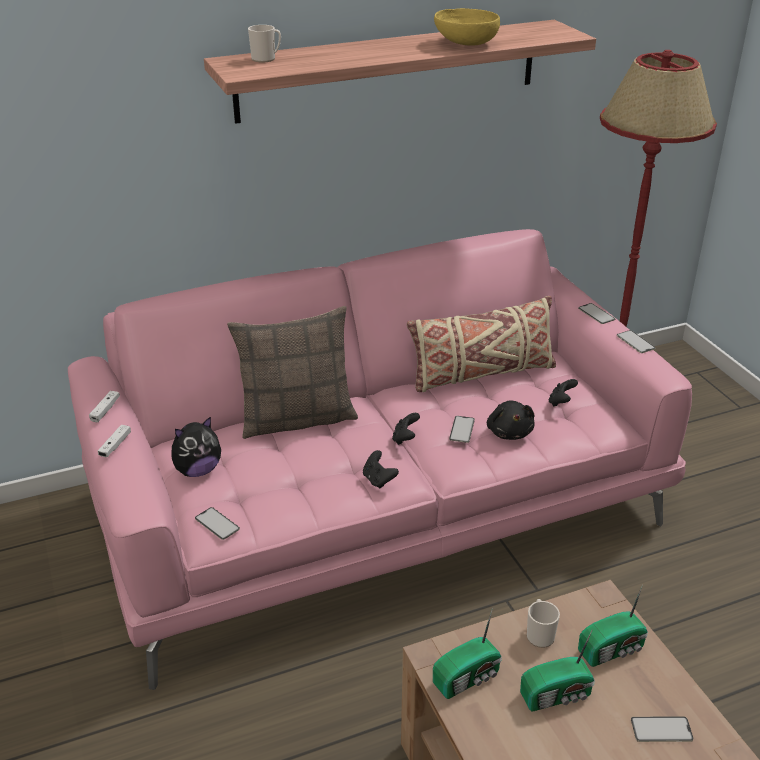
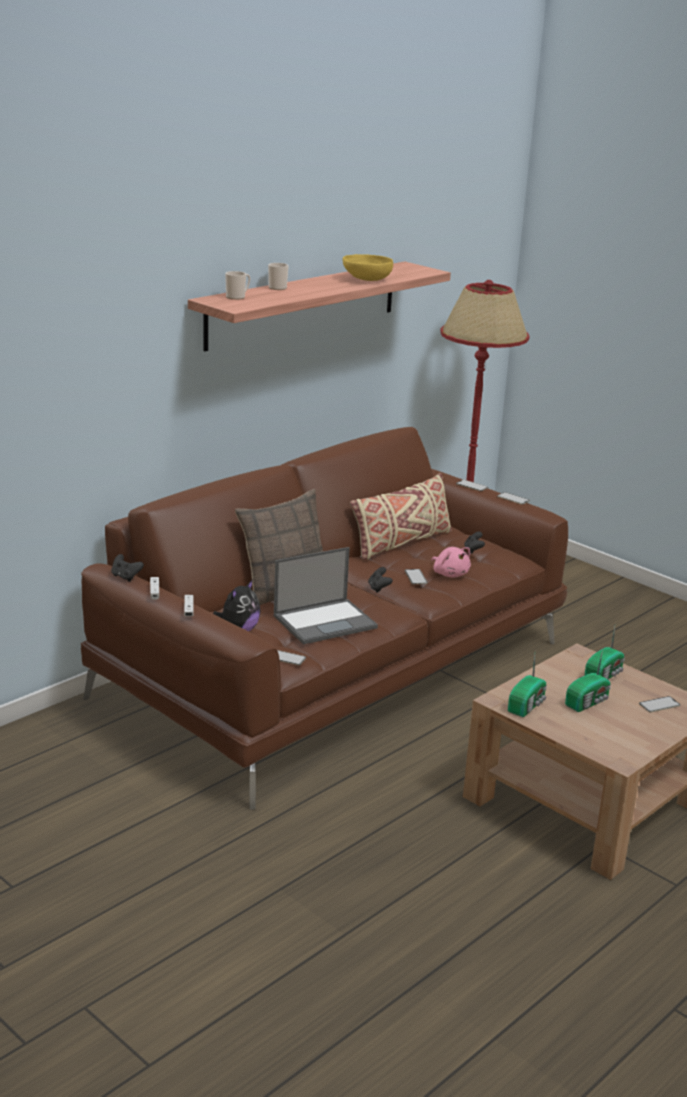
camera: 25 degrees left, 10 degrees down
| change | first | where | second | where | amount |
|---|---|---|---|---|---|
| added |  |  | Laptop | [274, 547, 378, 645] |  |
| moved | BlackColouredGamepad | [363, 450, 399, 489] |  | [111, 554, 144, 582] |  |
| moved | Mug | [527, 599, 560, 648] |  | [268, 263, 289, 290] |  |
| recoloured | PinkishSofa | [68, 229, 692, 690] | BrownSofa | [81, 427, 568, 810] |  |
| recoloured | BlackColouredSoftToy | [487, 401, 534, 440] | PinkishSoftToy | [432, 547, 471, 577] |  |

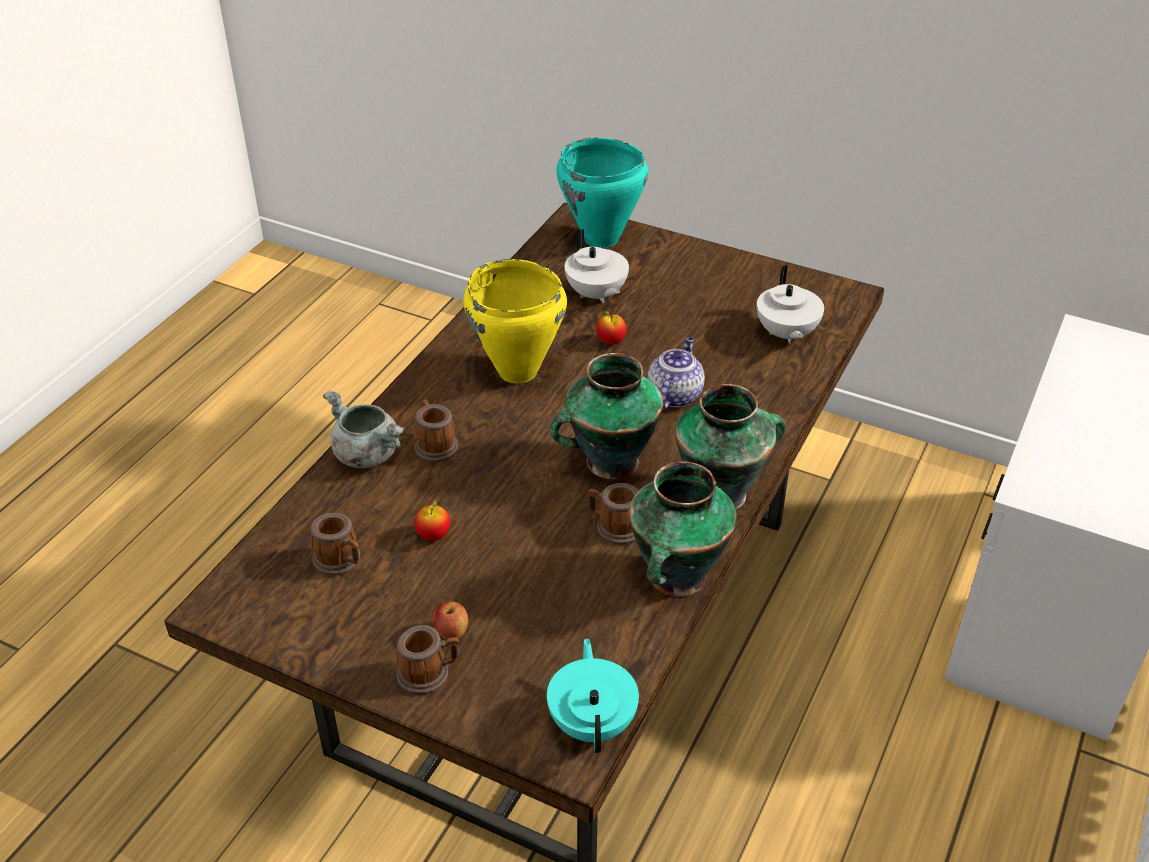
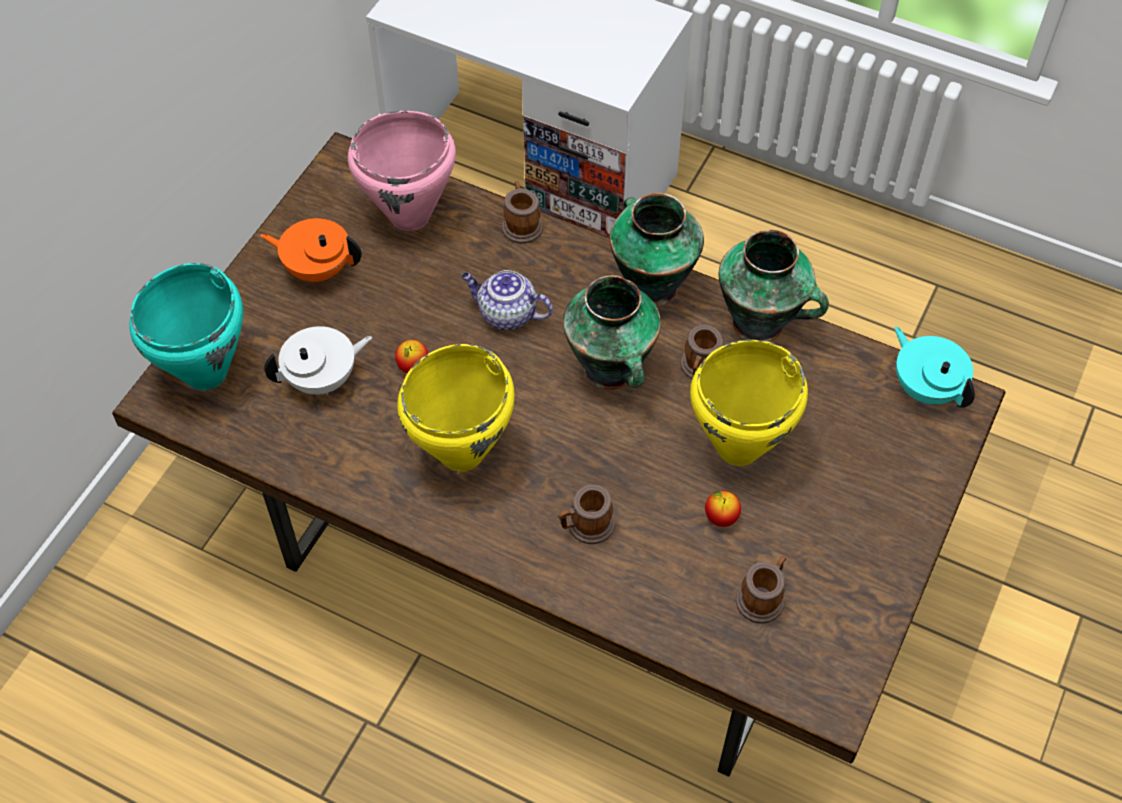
camera: 90 degrees left, 15 degrees up
| change | first | where | second | where | amount |
|---|---|---|---|---|---|
| removed | GreyishStockpot | [323, 390, 405, 468] |  |  |  |
| removed | WholeApple | [433, 602, 468, 639] |  |  |  |
| added |  |  | OrangeyPotForTea | [260, 218, 362, 282] |  |
| added |  |  | YellowStockpot | [690, 340, 808, 466] |  |
| moved | Mug | [396, 625, 459, 695] |  | [502, 181, 543, 244] |  |
| replaced | WhitePotForTea | [757, 265, 824, 344] | PinkishStockpot | [348, 111, 456, 231] |  |
| turned | TurquoiseColouredPotForTea | [547, 639, 639, 753] |  | [895, 327, 975, 408] | 60 degrees clockwise |

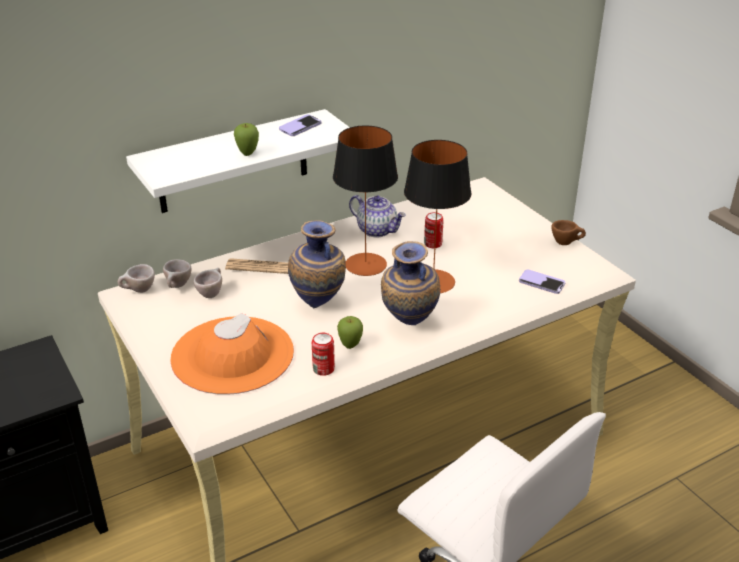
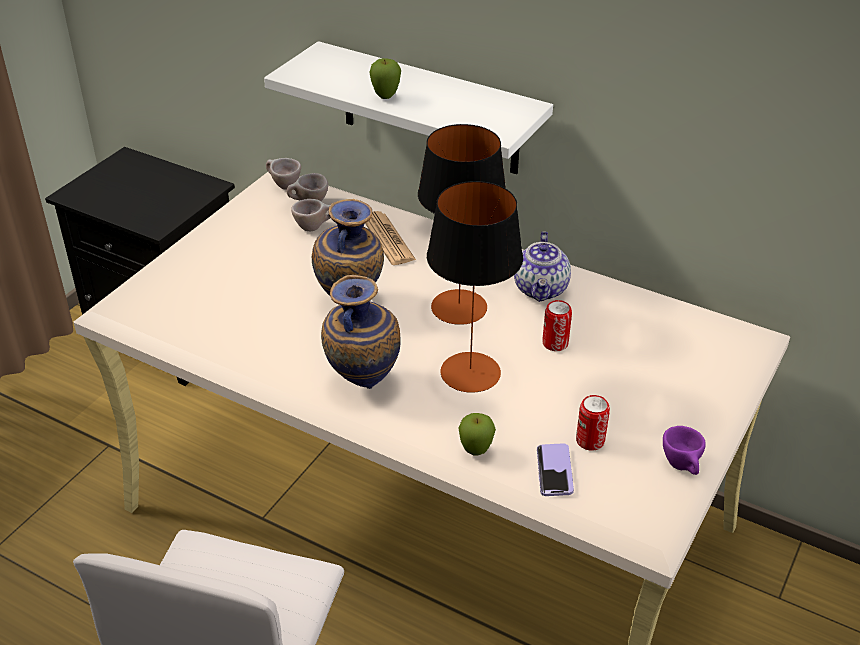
camera: 60 degrees right, 5 degrees up
| change | first | where | second | where | amount |
|---|---|---|---|---|---|
| removed | OrangeyWearableHat | [170, 313, 294, 395] |  |  |  |
| removed | Phone | [279, 114, 321, 136] |  |  |  |
| moved | SealedCan | [312, 333, 335, 376] |  | [576, 395, 610, 451] |  |
| moved | WholeApple | [337, 316, 363, 349] |  | [458, 413, 496, 456] |  |
| recoloured | BrownCup | [551, 220, 586, 245] | PurpleColouredCup | [663, 426, 706, 475] |  |

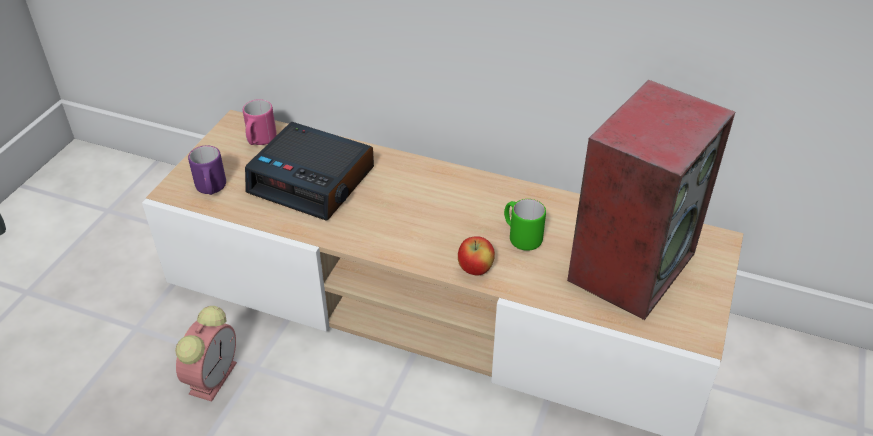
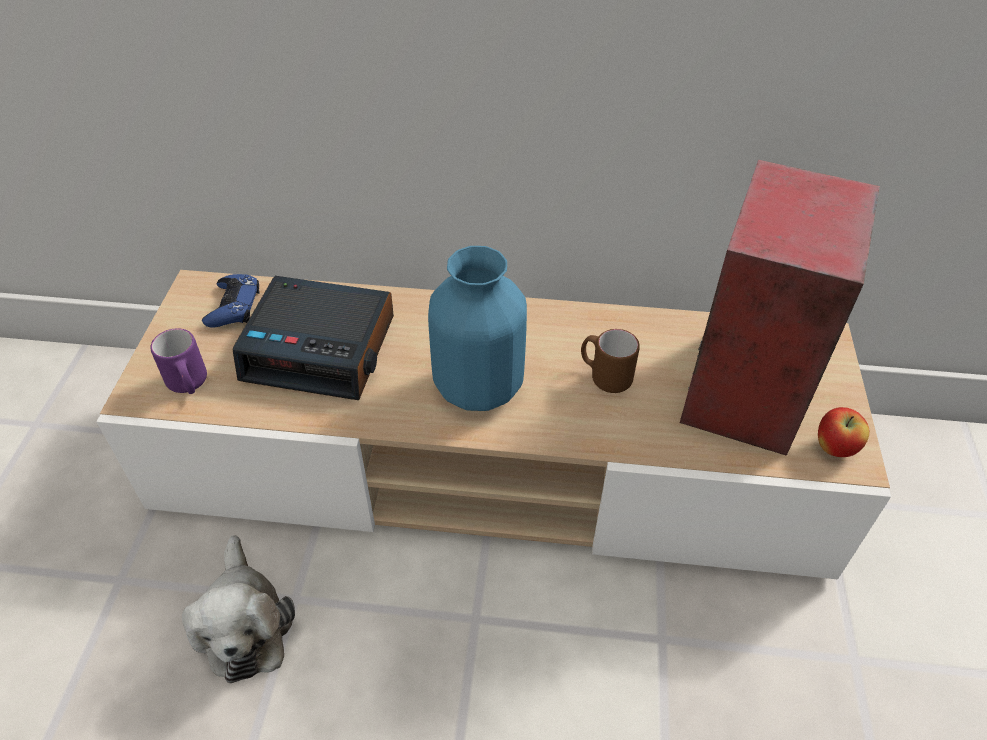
camera: 15 degrees left, 5 degrees up
| change | first | where | second | where | amount |
|---|---|---|---|---|---|
| added |  |  | BlueColouredDecorativeVase | [428, 246, 527, 411] |  |
| moved | WholeApple | [458, 236, 495, 275] |  | [818, 407, 870, 457] |  |
| replaced | BedsideClock | [175, 306, 237, 402] | SoftToy | [182, 535, 295, 683] |  |
| replaced | PinkishMug | [243, 99, 277, 145] | BlueColouredGamepad | [202, 274, 260, 327] |  |
| recoloured | GreenishMug | [504, 199, 546, 251] | BrownMug | [581, 329, 640, 393] |  |

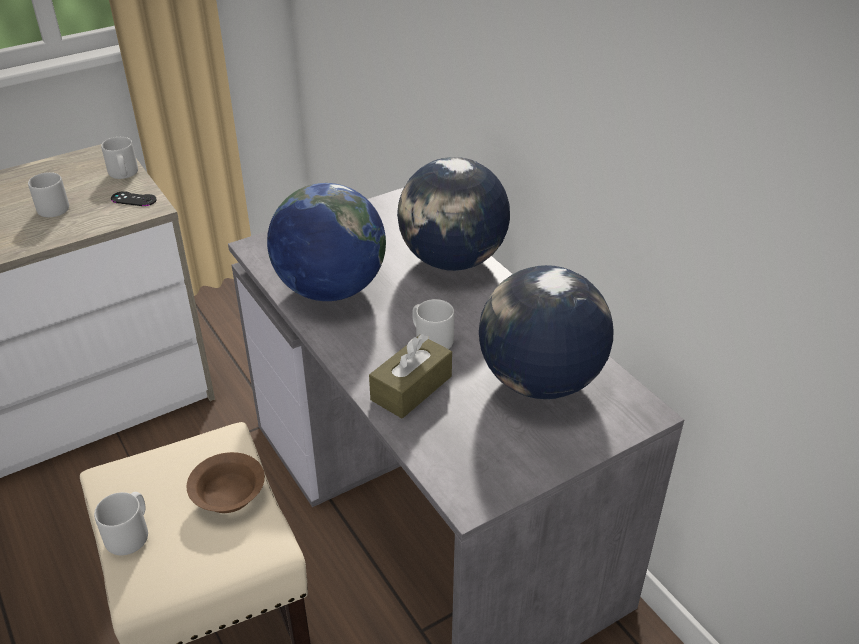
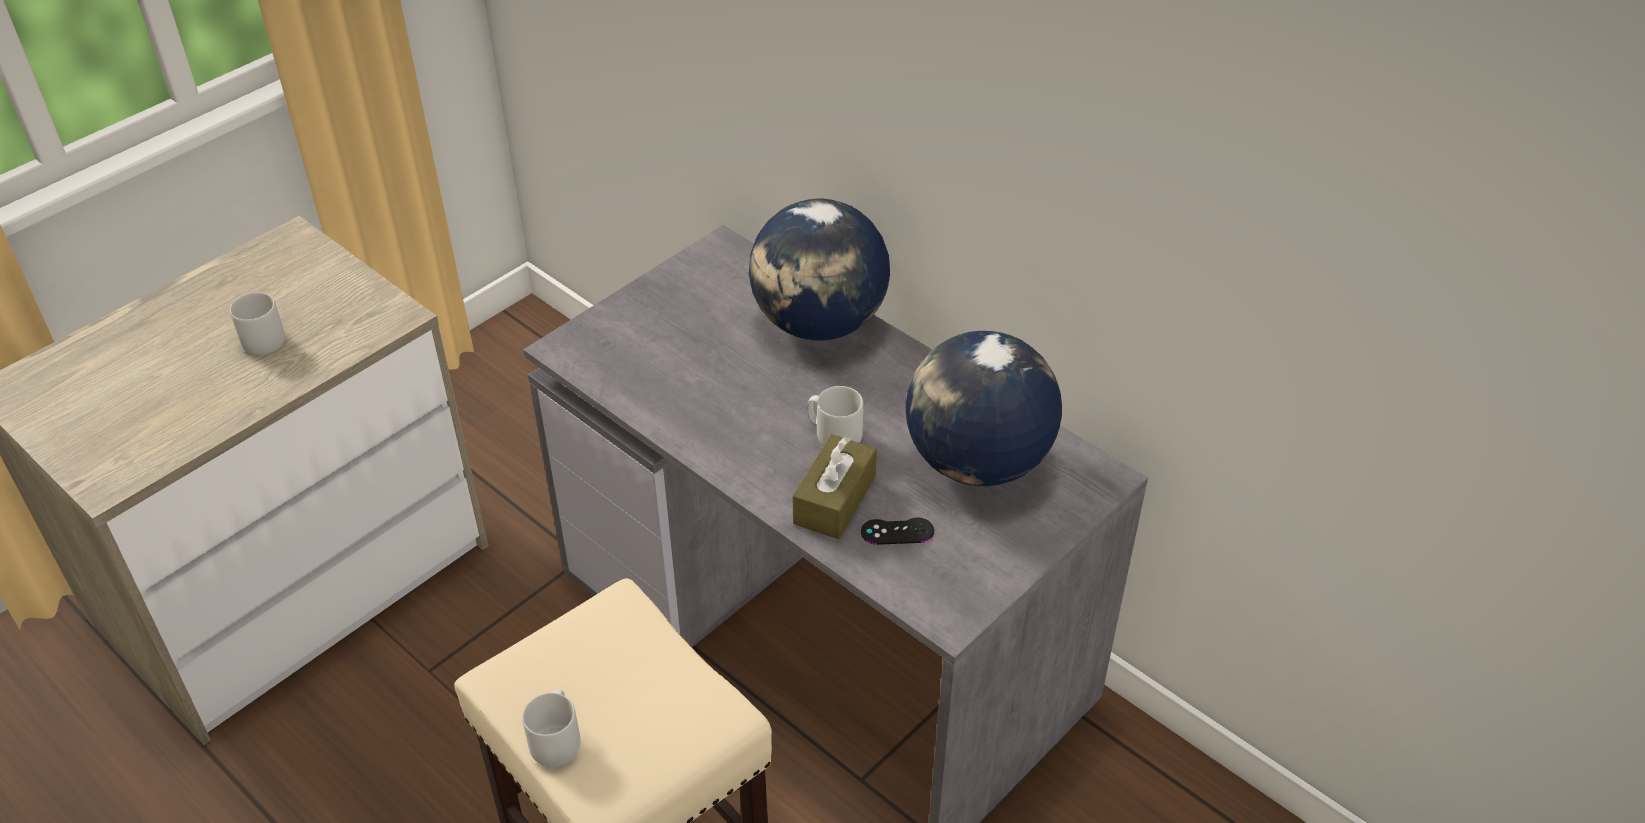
camera: 15 degrees left, 5 degrees up
| change | first | where | second | where | amount |
|---|---|---|---|---|---|
| removed | GreyishMug | [101, 137, 138, 179] |  |  |  |
| removed | BrownServingBowl | [187, 452, 265, 513] |  |  |  |
| removed | Globe | [267, 183, 386, 301] |  |  |  |
| moved | BlackColouredGamepad | [111, 191, 157, 206] |  | [861, 517, 934, 545] |  |

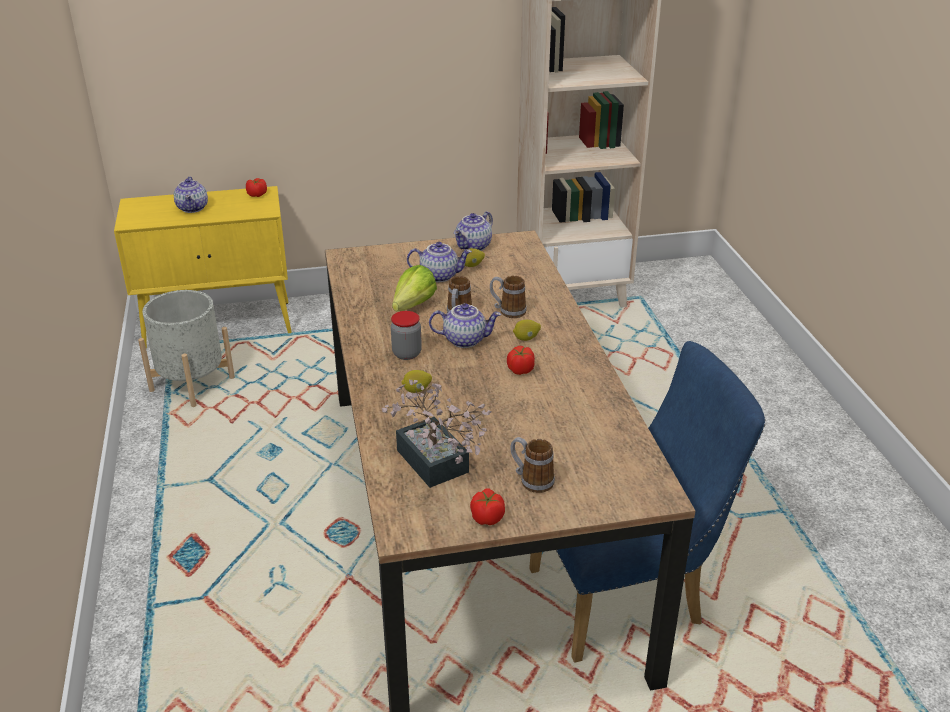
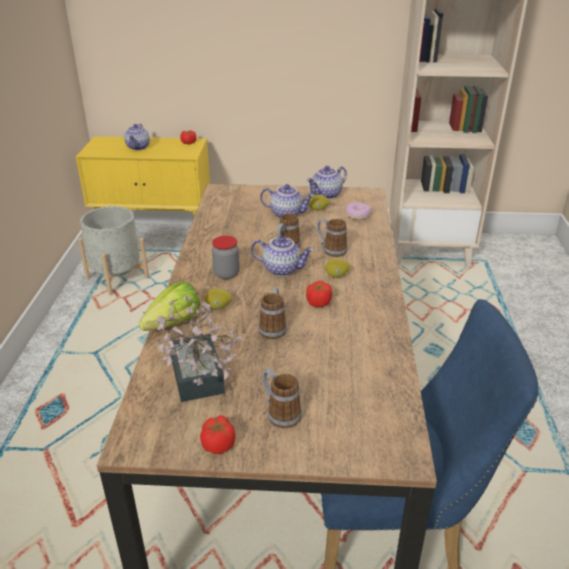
camera: 15 degrees right, 0 degrees up
| change | first | where | second | where | amount |
|---|---|---|---|---|---|
| added |  |  | Mug | [259, 287, 287, 339] |  |
| added |  |  | RingDoughnut | [346, 203, 372, 220] |  |
| moved | LettuceHead | [392, 265, 437, 311] |  | [139, 282, 200, 331] |  |

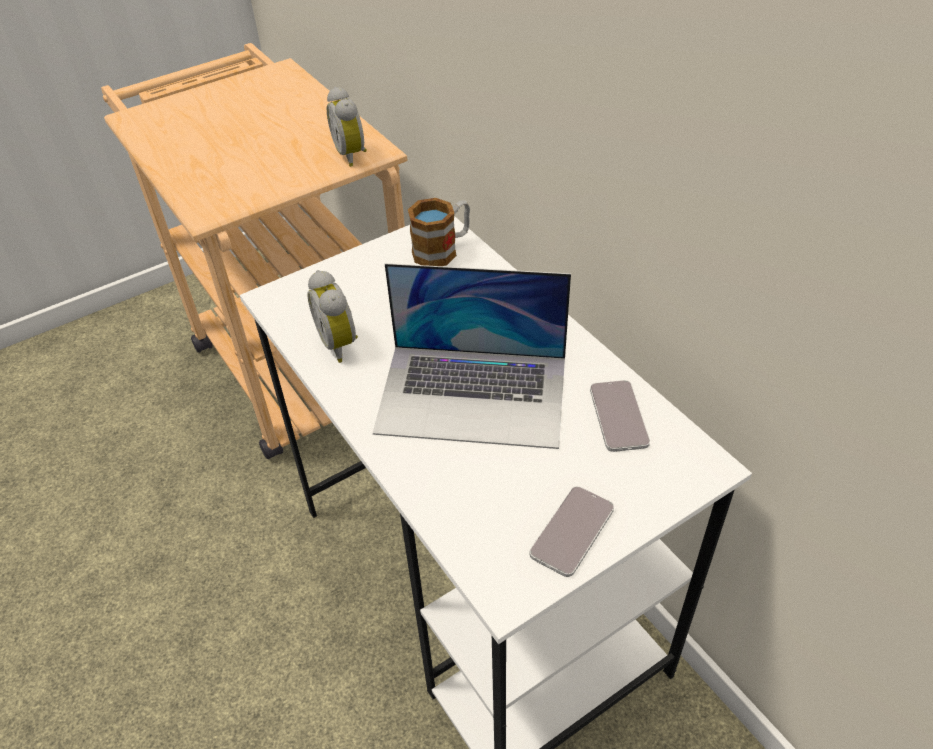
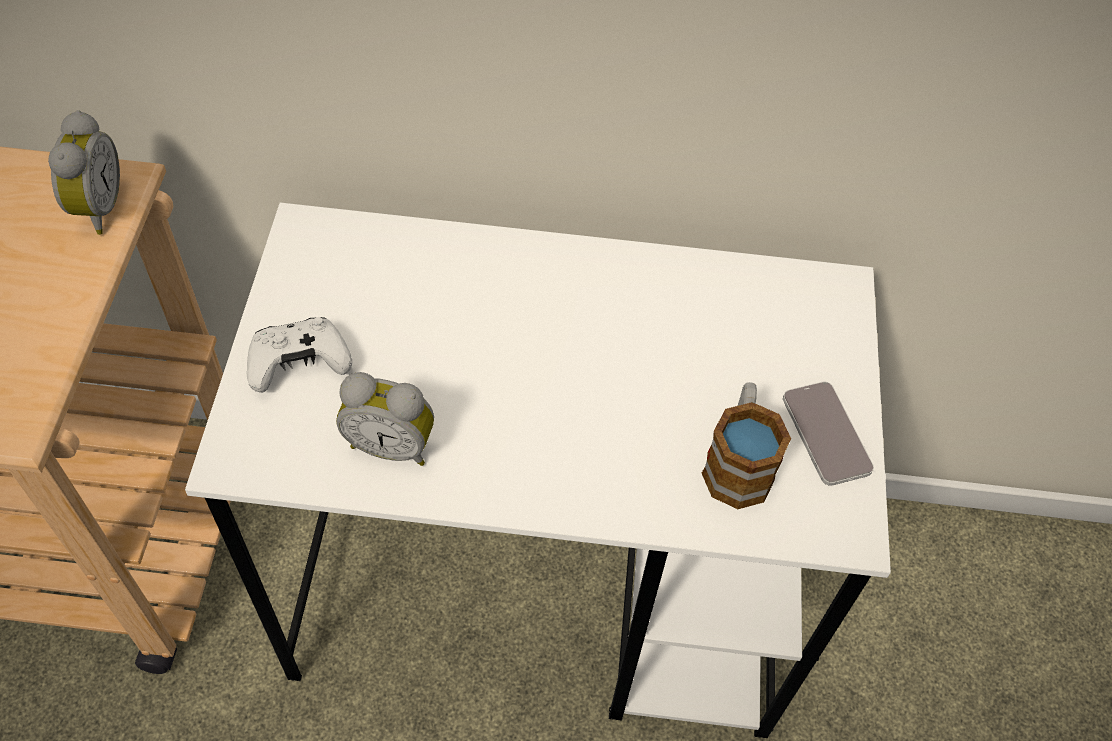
camera: 55 degrees left, 10 degrees up
| change | first | where | second | where | amount |
|---|---|---|---|---|---|
| removed | Laptop | [373, 263, 571, 449] |  |  |  |
| removed | Phone | [590, 380, 650, 452] |  |  |  |
| added |  |  | WhiteGamepad | [247, 317, 352, 393] |  |
| moved | Mug | [408, 198, 470, 266] |  | [702, 382, 791, 509] |  |
| turned | BedsideClock | [327, 87, 367, 167] |  | [48, 110, 120, 235] | 105 degrees counterclockwise |

